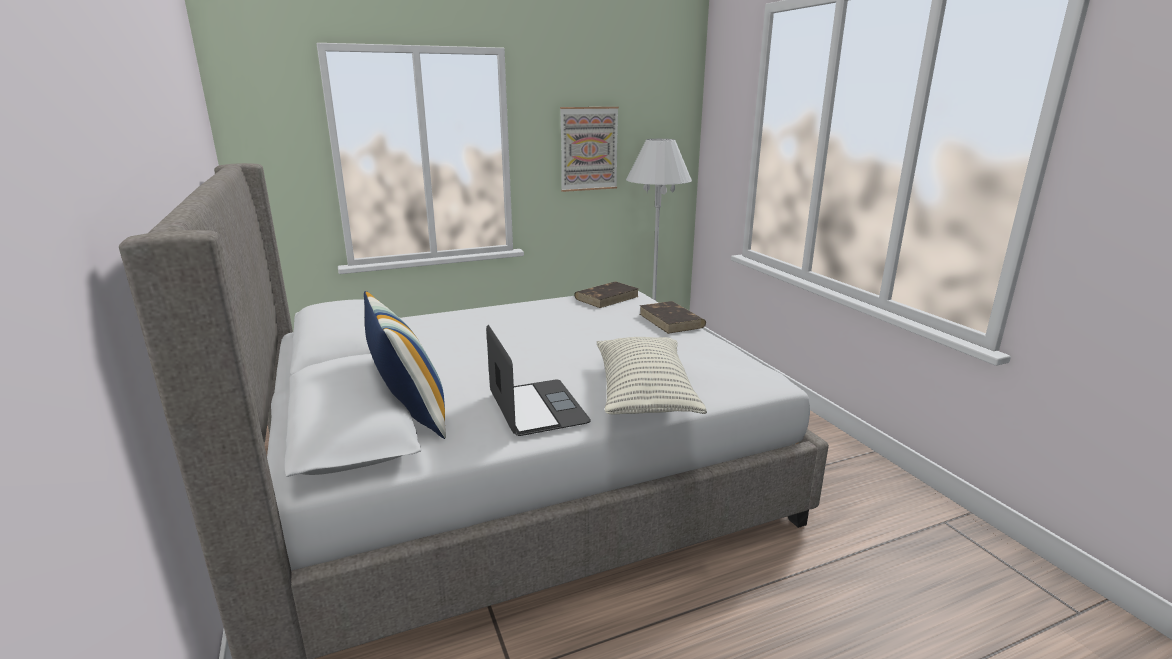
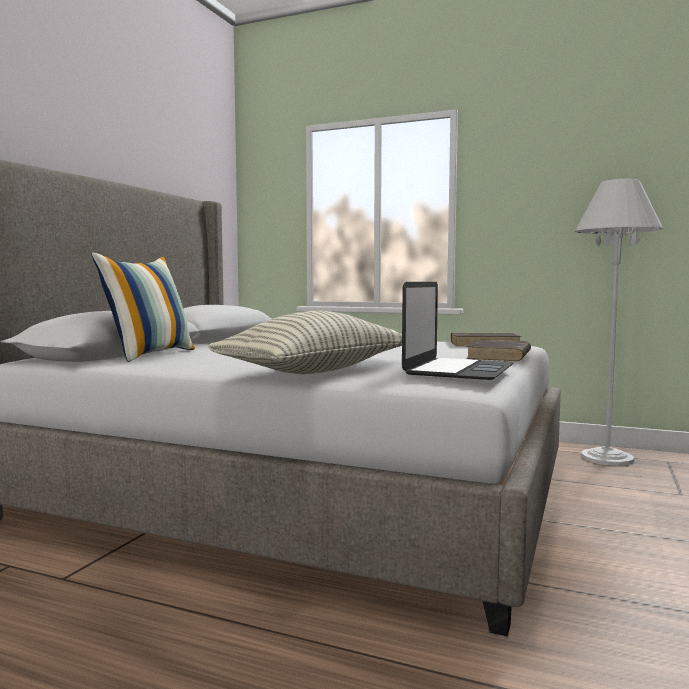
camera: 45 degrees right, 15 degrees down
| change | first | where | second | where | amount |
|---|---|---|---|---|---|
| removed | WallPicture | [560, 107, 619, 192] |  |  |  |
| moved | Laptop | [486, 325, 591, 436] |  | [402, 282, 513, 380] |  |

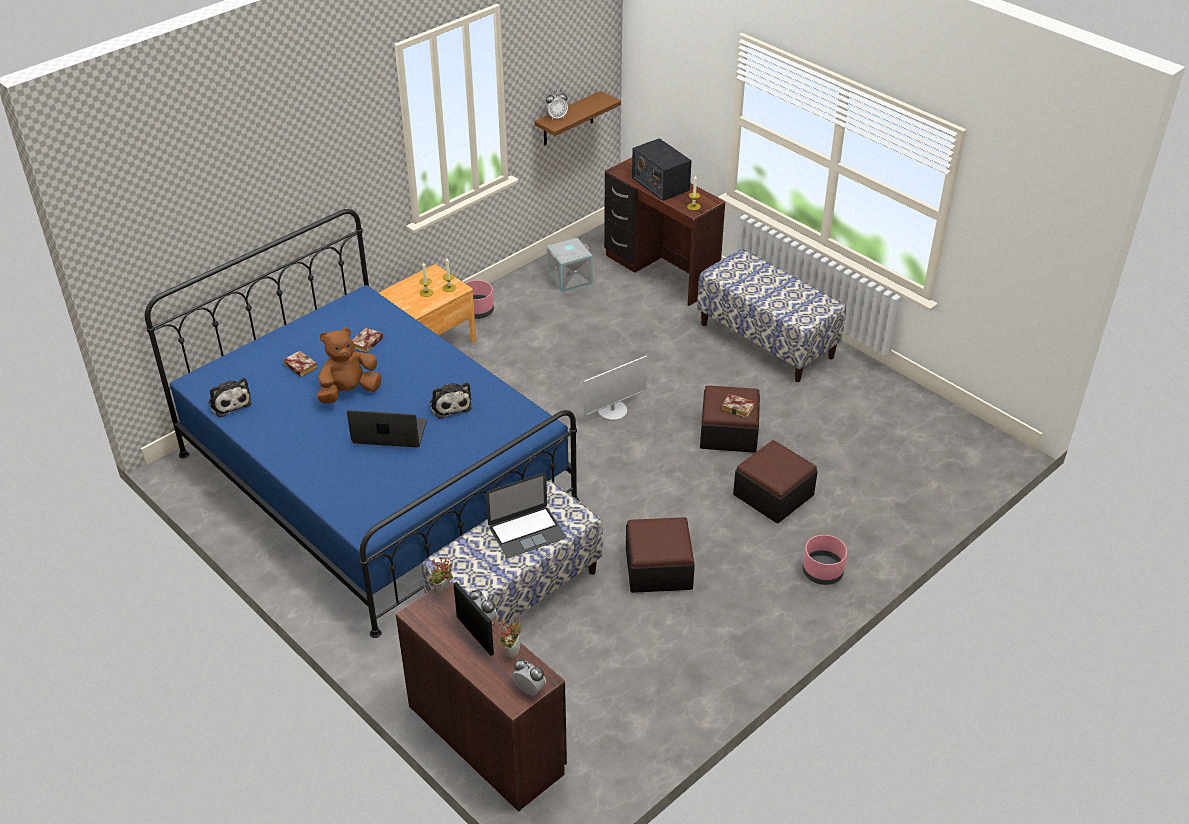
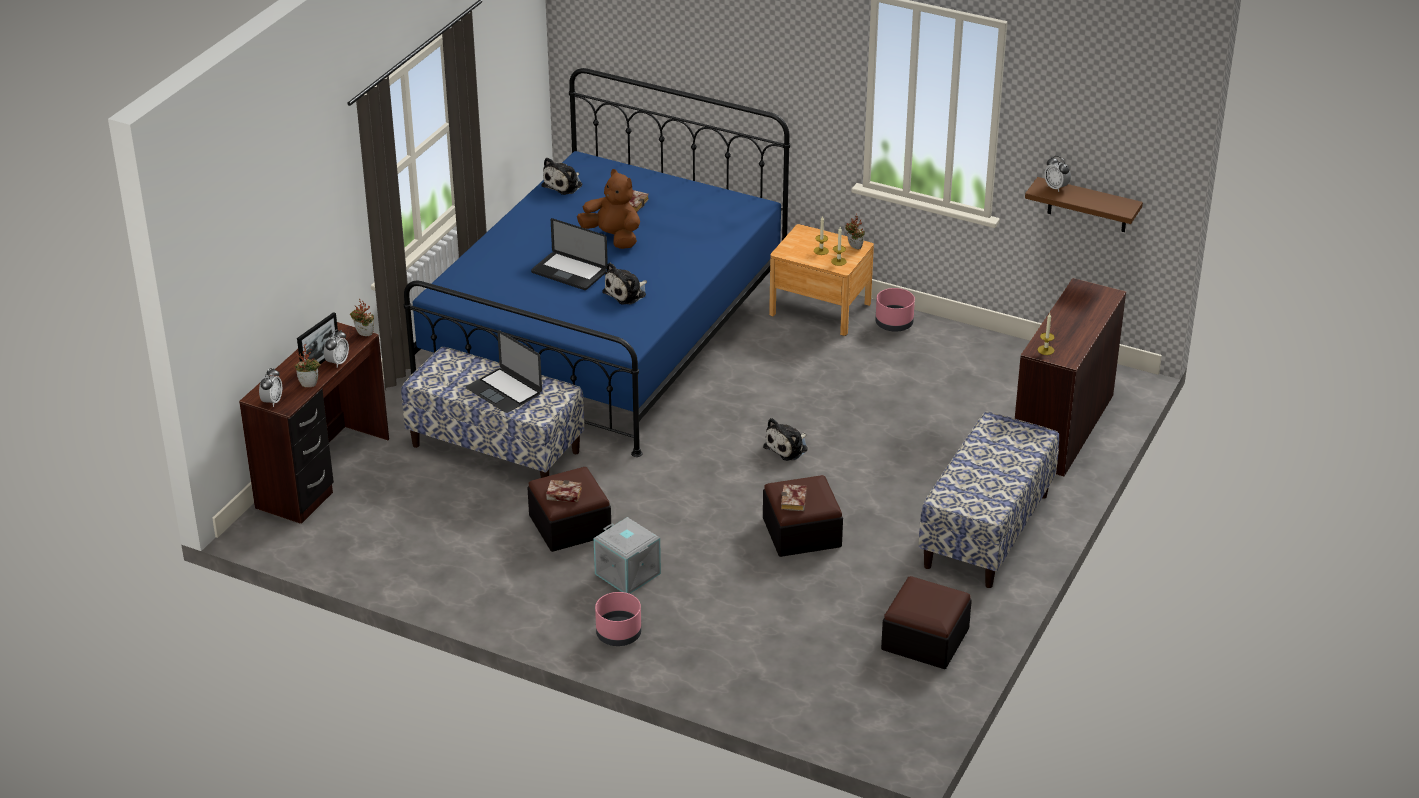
camera: 70 degrees right, 5 degrees down
| change | first | where | second | where | amount |
|---|---|---|---|---|---|
| removed | RadioSet | [632, 138, 692, 201] |  |  |  |
| added |  |  | Houseplant | [845, 214, 865, 249] |  |
| moved | Volume | [352, 327, 383, 353] |  | [546, 480, 582, 503] |  |
| moved | GreyishStorageBin | [547, 238, 593, 292] |  | [594, 517, 661, 594] |  |
| moved | Pouffe | [733, 440, 817, 523] |  | [881, 576, 972, 669] |  |
| replaced | ComputerScreen | [584, 356, 647, 421] | SoftToy | [763, 418, 808, 461] |  |
| turned | Laptop | [347, 410, 427, 447] |  | [531, 218, 608, 290] | 135 degrees clockwise |

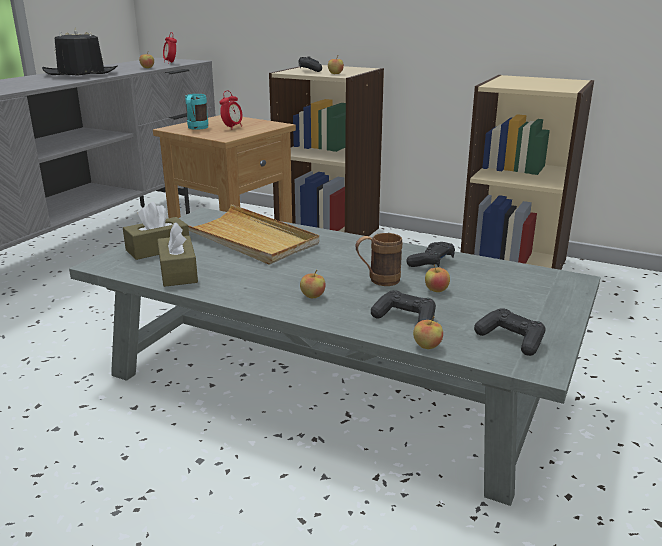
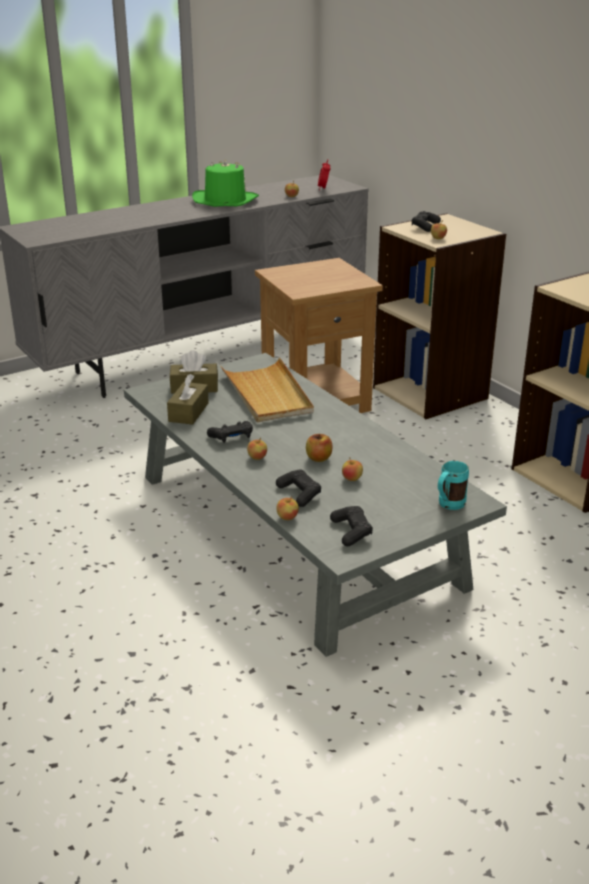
camera: 30 degrees right, 5 degrees up
| change | first | where | second | where | amount |
|---|---|---|---|---|---|
| removed | BedsideClock | [220, 90, 243, 128] |  |  |  |
| moved | TurquoiseColouredMug | [185, 94, 208, 130] |  | [438, 461, 469, 510] |  |
| moved | BlackColouredGamepad | [406, 242, 455, 267] |  | [207, 421, 253, 443] |  |
| replaced | BrownMug | [355, 233, 403, 286] | WholeApple | [306, 434, 332, 462] |  |
| recoloured | BlackColouredWearableHat | [42, 28, 117, 76] | GreenishWearableHat | [192, 159, 259, 207] |  |

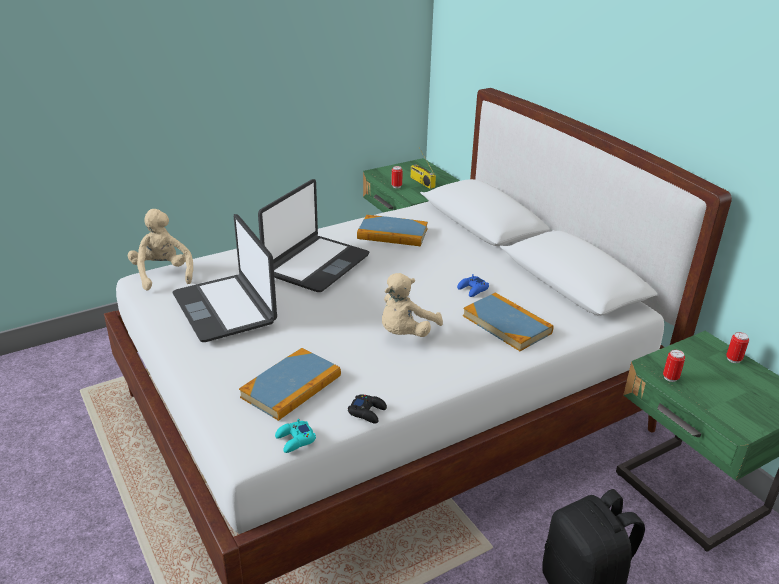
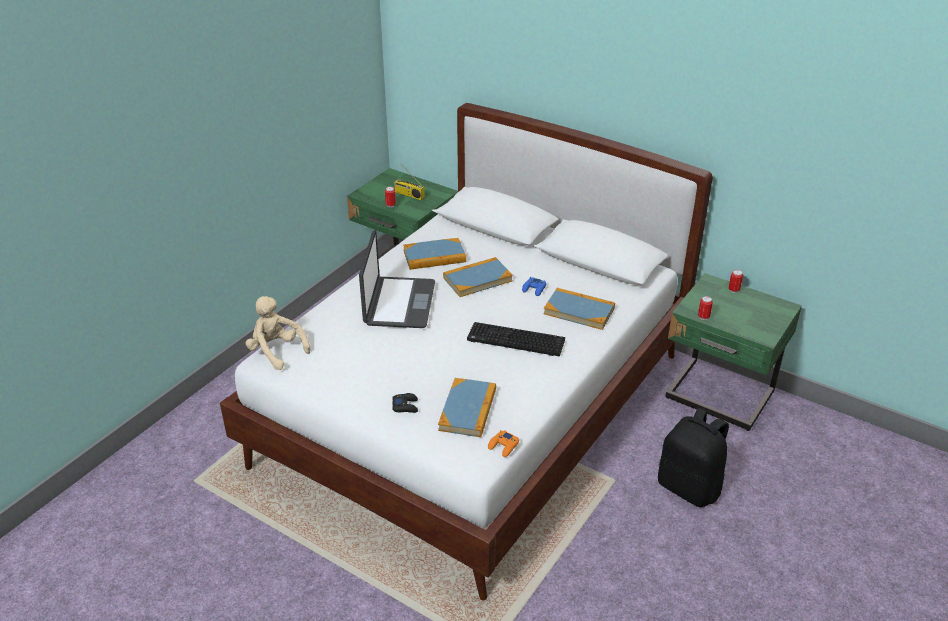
camera: 25 degrees left, 5 degrees up
| change | first | where | second | where | amount |
|---|---|---|---|---|---|
| removed | Laptop | [173, 214, 277, 342] |  |  |  |
| added |  |  | Volume | [443, 257, 513, 297] |  |
| moved | BlackColouredGamepad | [348, 394, 387, 424] |  | [393, 393, 418, 413] |  |
| replaced | SandColouredSoftToy | [382, 273, 443, 337] | ComputerKeyboard | [467, 322, 565, 356] |  |
| recoloured | TurquoiseColouredGamepad | [275, 419, 316, 453] | OrangeyGamepad | [488, 430, 519, 457] |  |

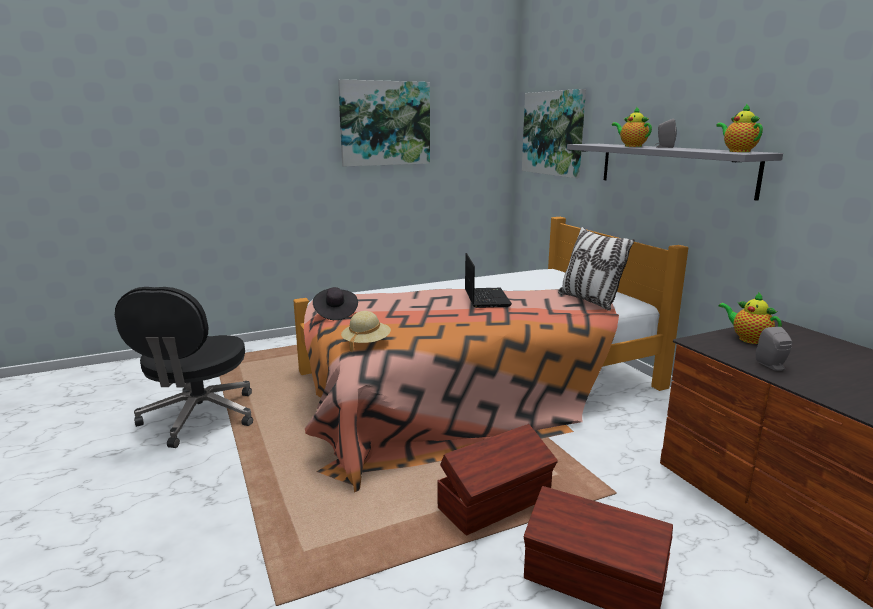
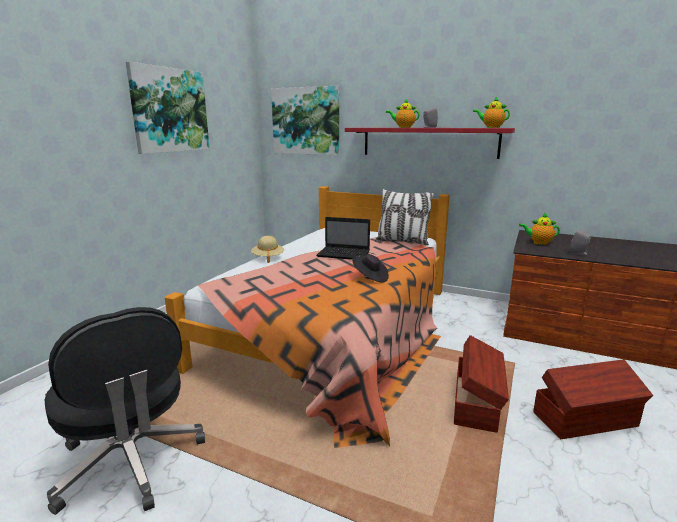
camera: 40 degrees left, 0 degrees up
| change | first | where | second | where | amount |
|---|---|---|---|---|---|
| moved | BlackColouredWearableHat | [313, 287, 358, 320] |  | [352, 254, 389, 283] |  |
| moved | SandColouredWearableHat | [341, 311, 391, 352] |  | [251, 236, 284, 263] |  |
| recoloured | GreyishBracketShelf | [567, 144, 783, 201] | ReddishBracketShelf | [345, 128, 515, 159] |  |
| turned | Laptop | [465, 253, 512, 308] |  | [316, 217, 370, 260] | 150 degrees clockwise |

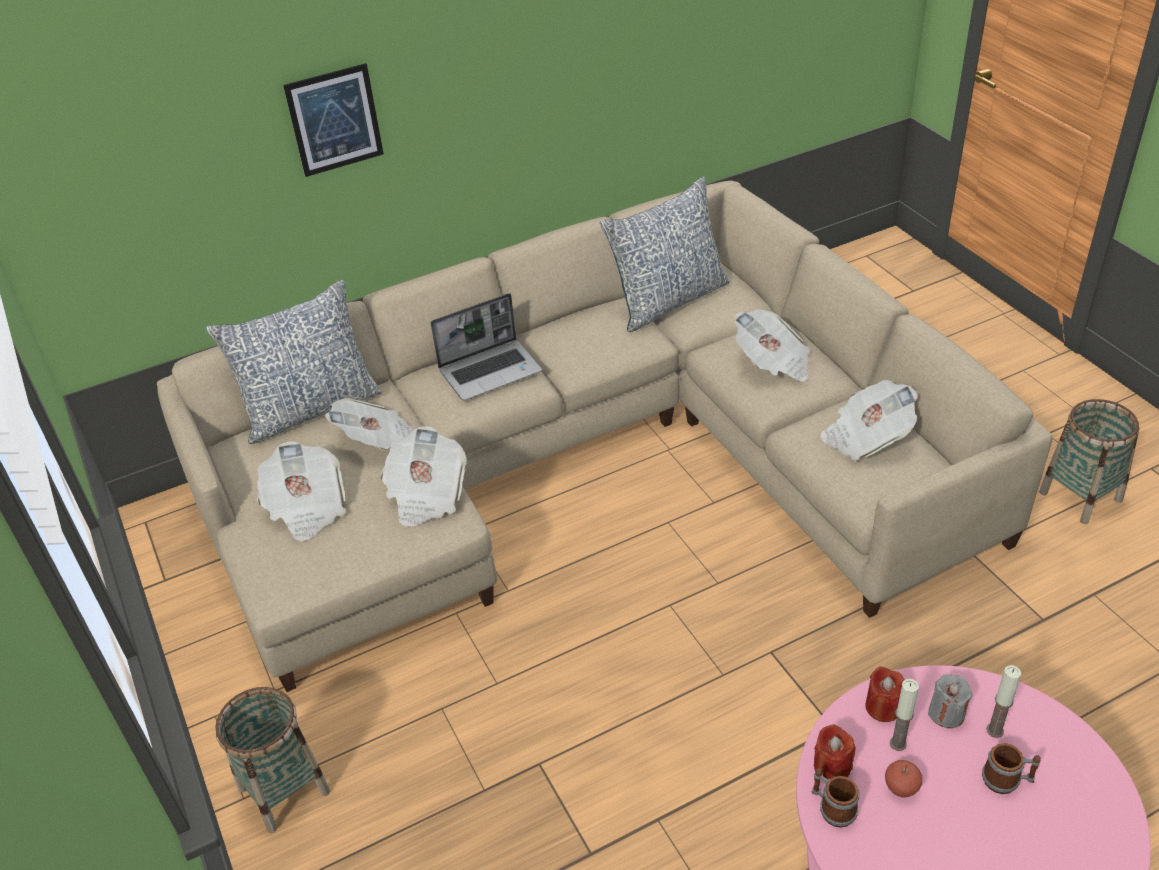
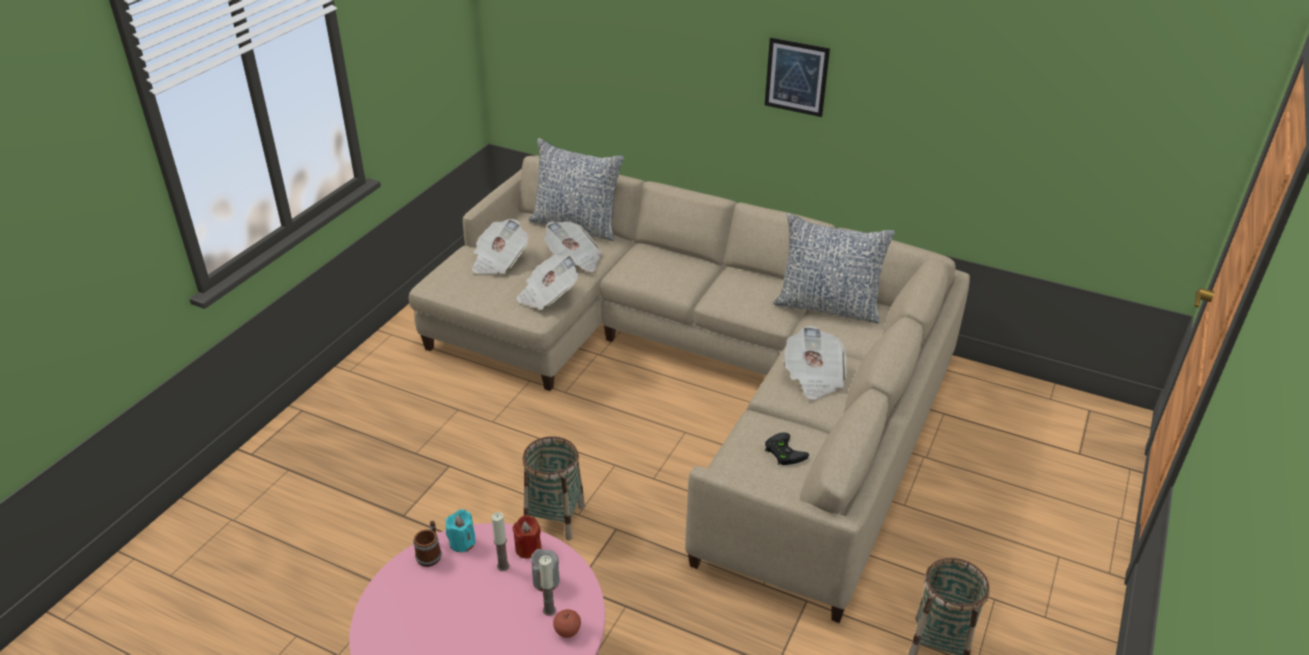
camera: 50 degrees right, 5 degrees down
| change | first | where | second | where | amount |
|---|---|---|---|---|---|
| removed | Laptop | [430, 293, 542, 401] |  |  |  |
| removed | Mug | [982, 743, 1041, 794] |  |  |  |
| moved | StorageBasket | [215, 687, 330, 833] |  | [522, 436, 585, 540] |  |
| moved | WallPicture | [283, 63, 384, 177] |  | [765, 37, 830, 117] |  |
| moved | WholeApple | [885, 760, 923, 797] |  | [553, 609, 581, 638] |  |
| replaced | PrintedPaper | [821, 380, 918, 461] | BlackColouredGamepad | [765, 432, 809, 465] |  |
| recoloured | ReddishWaxCandle | [814, 724, 856, 779] | TurquoiseColouredWaxCandle | [446, 509, 476, 552] |  |

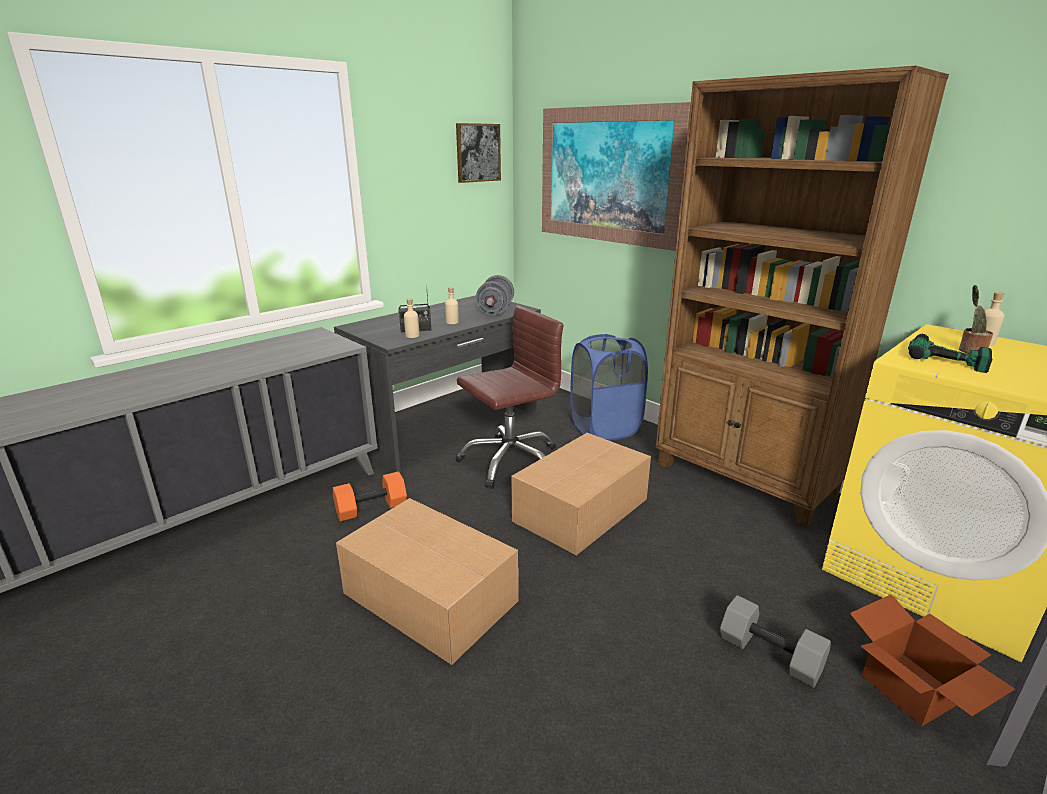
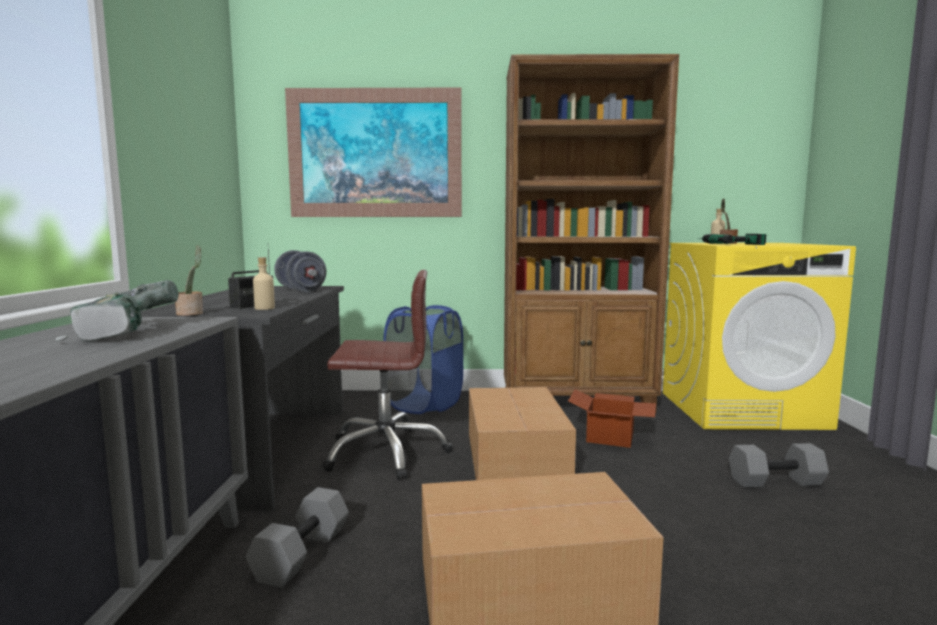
camera: 45 degrees left, 15 degrees down
| change | first | where | second | where | amount |
|---|---|---|---|---|---|
| removed | SandColouredDrinkBottle | [445, 287, 459, 324] |  |  |  |
| removed | WallPicture | [456, 123, 501, 183] |  |  |  |
| added |  |  | Drill | [56, 280, 179, 342] |  |
| added |  |  | Houseplant | [175, 245, 203, 316] |  |
| moved | CardboardBox | [850, 594, 1015, 726] |  | [568, 389, 656, 448] |  |
| recoloured | OrangeyHandWeight | [333, 471, 407, 521] | GreyishHandWeight | [246, 487, 349, 588] |  |
| turned | BrownOfficeChair | [455, 305, 563, 489] |  | [321, 270, 453, 480] | 75 degrees clockwise |

